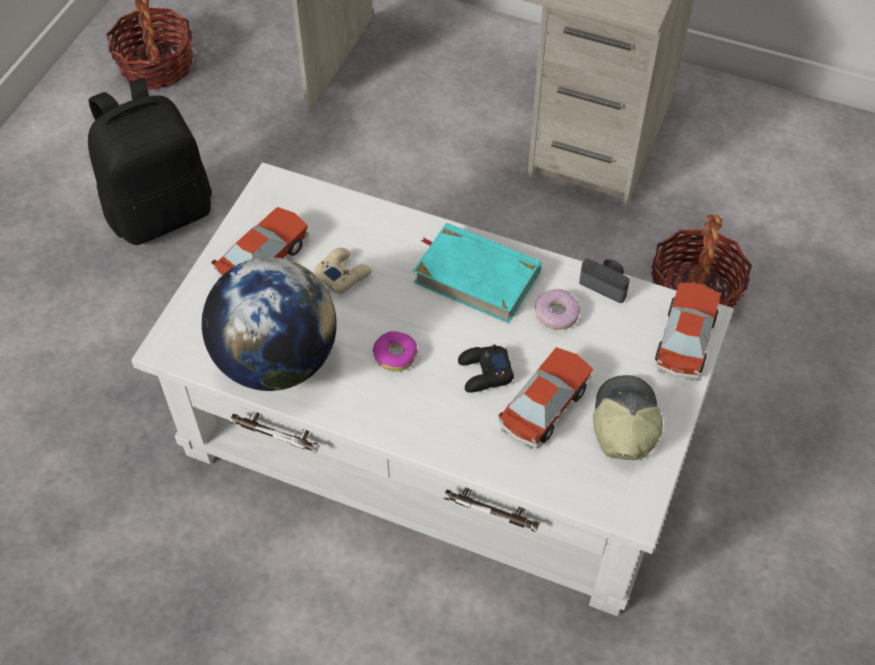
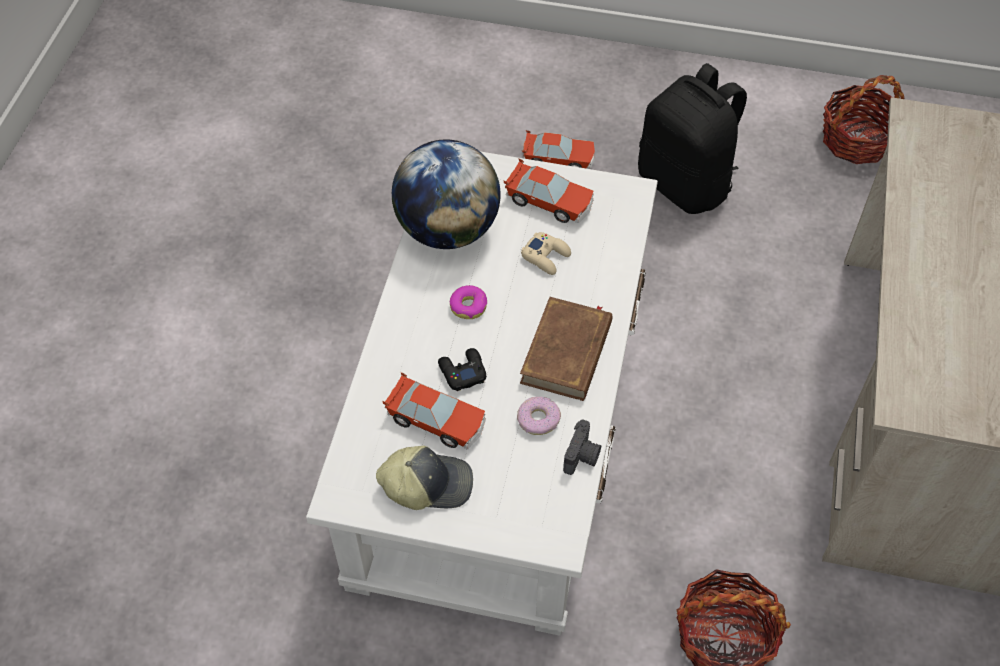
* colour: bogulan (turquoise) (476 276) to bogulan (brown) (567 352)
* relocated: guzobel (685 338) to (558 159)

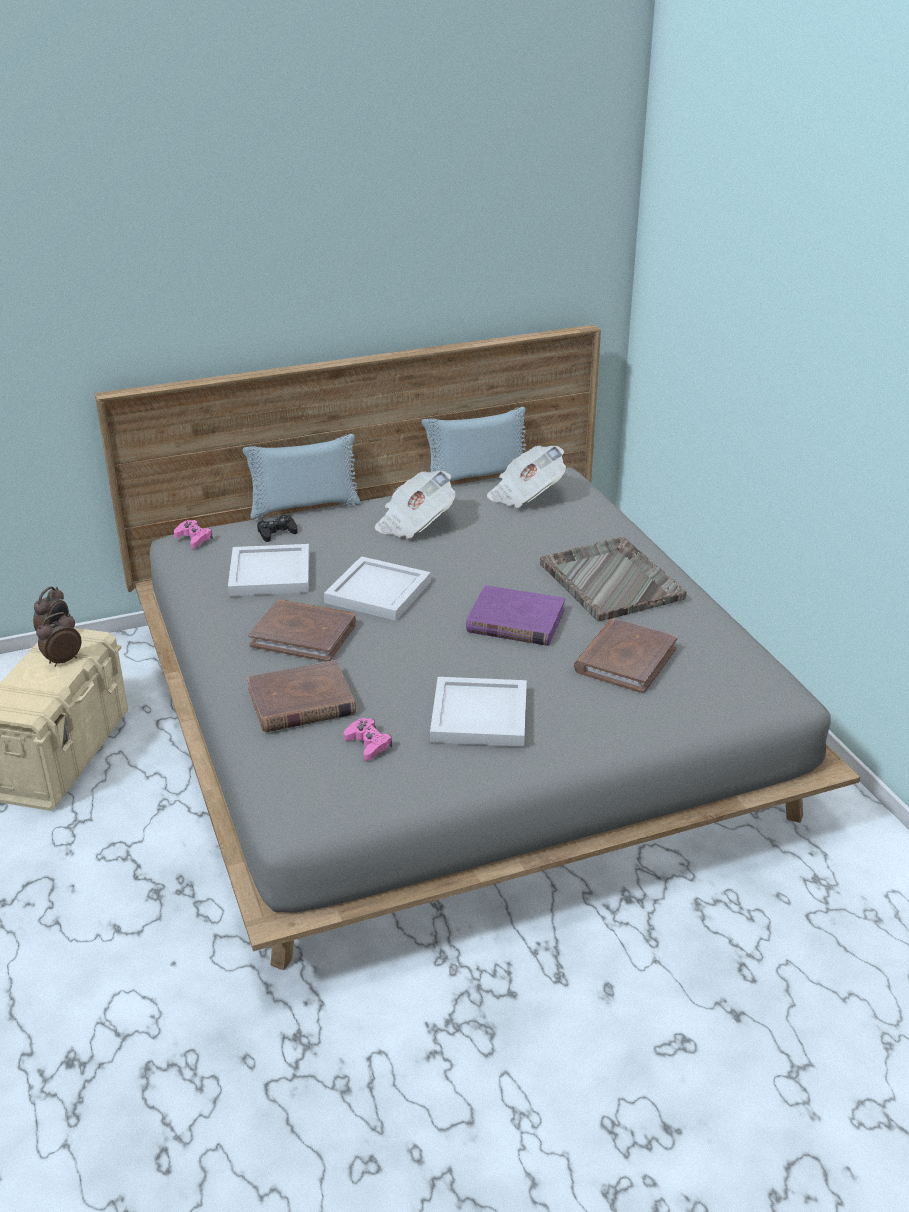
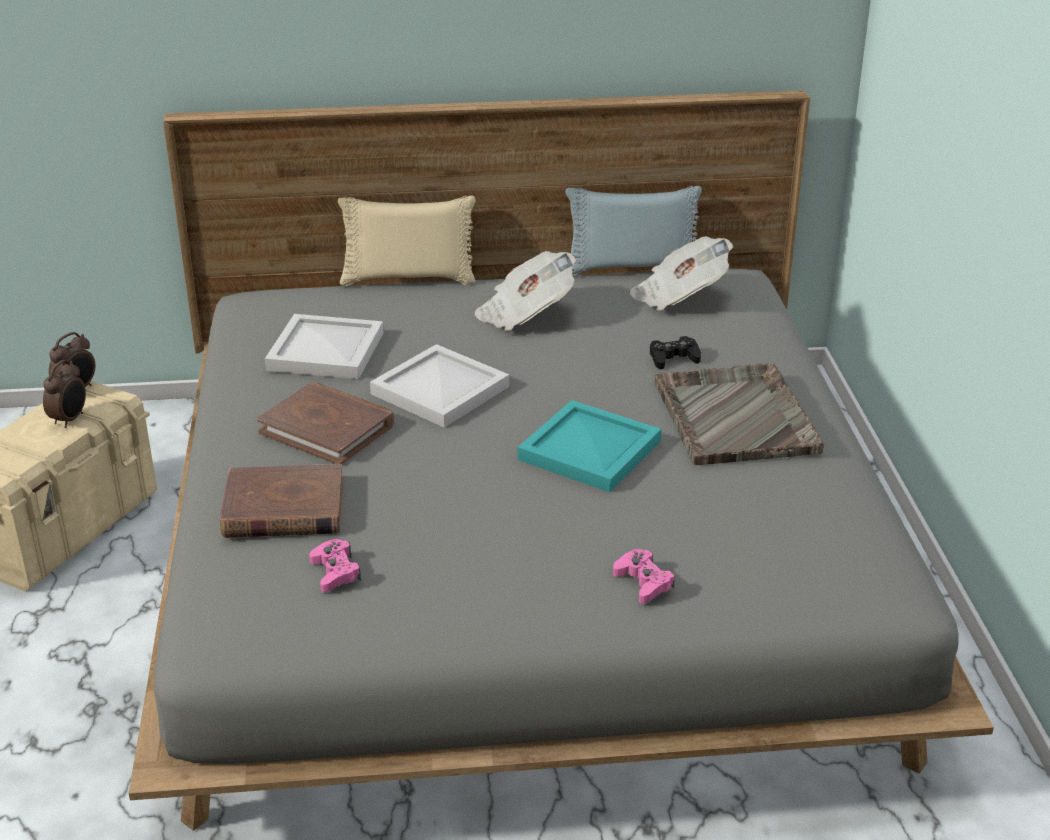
* colour: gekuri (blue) (304 507) to gekuri (beige) (408 279)
* relocated: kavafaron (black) (276 532) to (673 358)
* relocated: kavafaron (pink) (193 538) to (643 582)
* exchanged: bogulan (purple) (515 621) to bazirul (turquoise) (589 449)
* spun: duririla (62 660) = (70 419) 135 degrees clockwise
* missing: bogulan (brown) (625 659)
* missing: bazirul (white) (481 715)

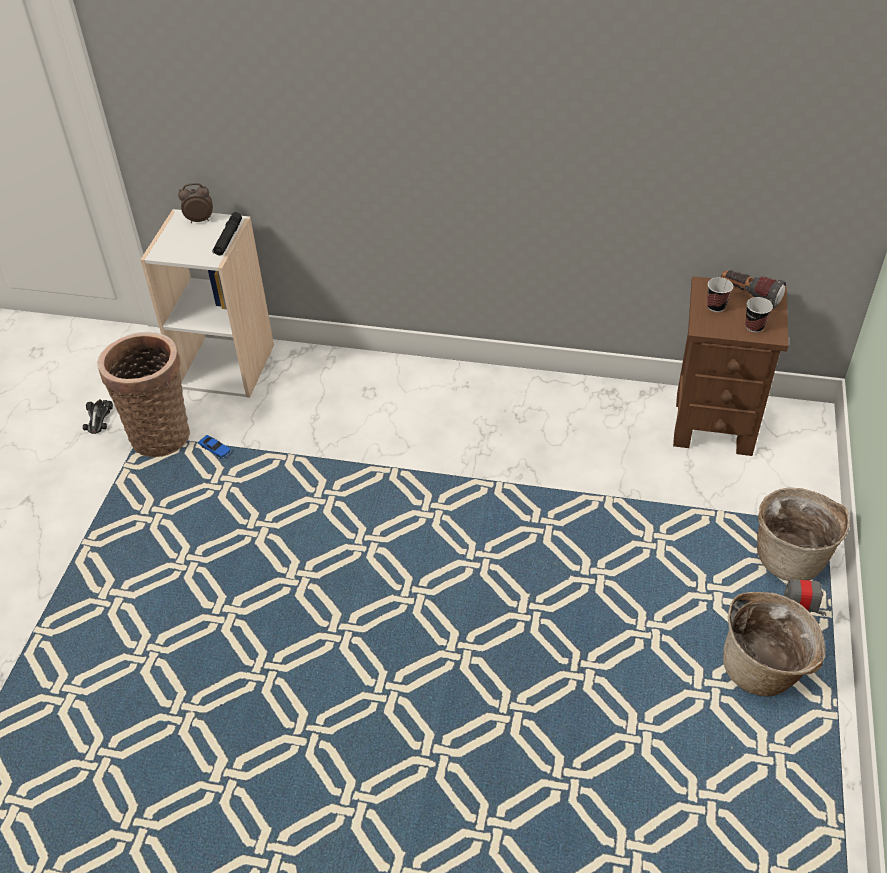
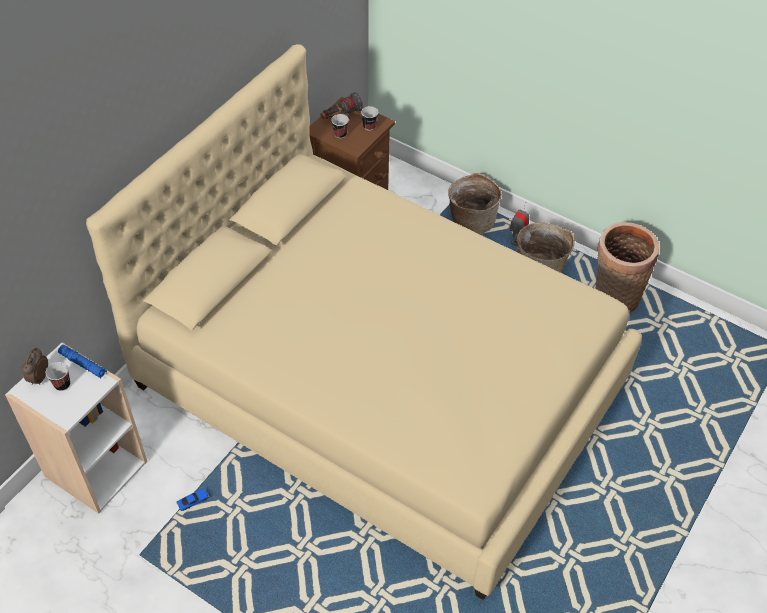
* colour: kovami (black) (228 238) to kovami (blue) (83 364)
* relocated: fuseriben (161 433) to (613 297)
* missing: guzobel (98 418)
* appeared: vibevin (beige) (380 383)
* appeared: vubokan (62 384)

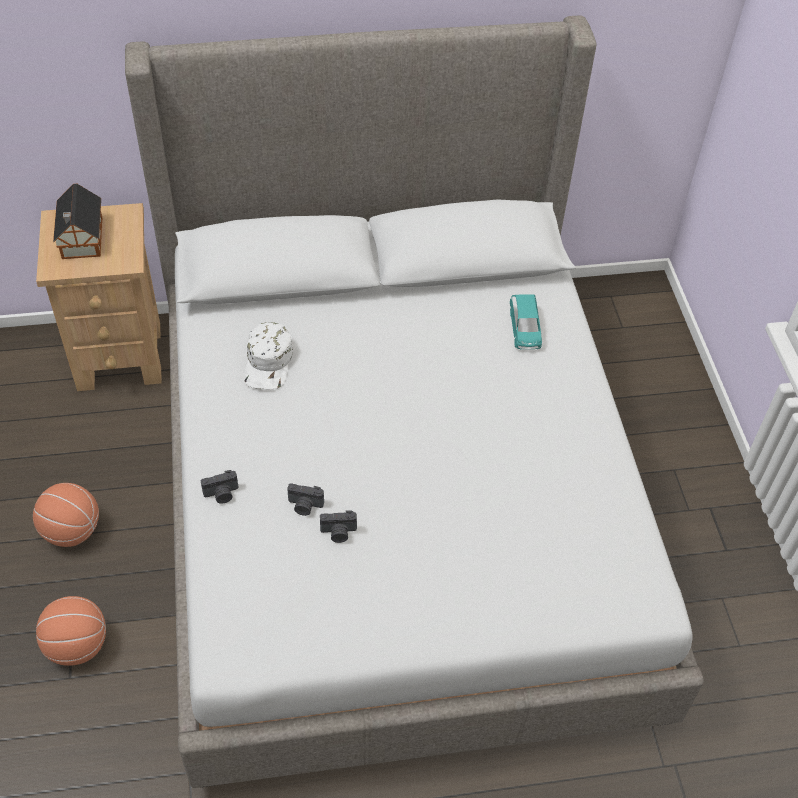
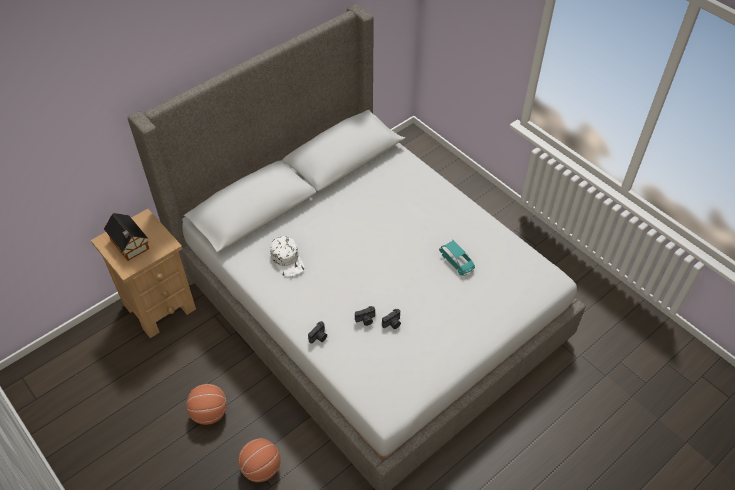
* relocated: guzobel (turquoise) (524 329) to (457 262)

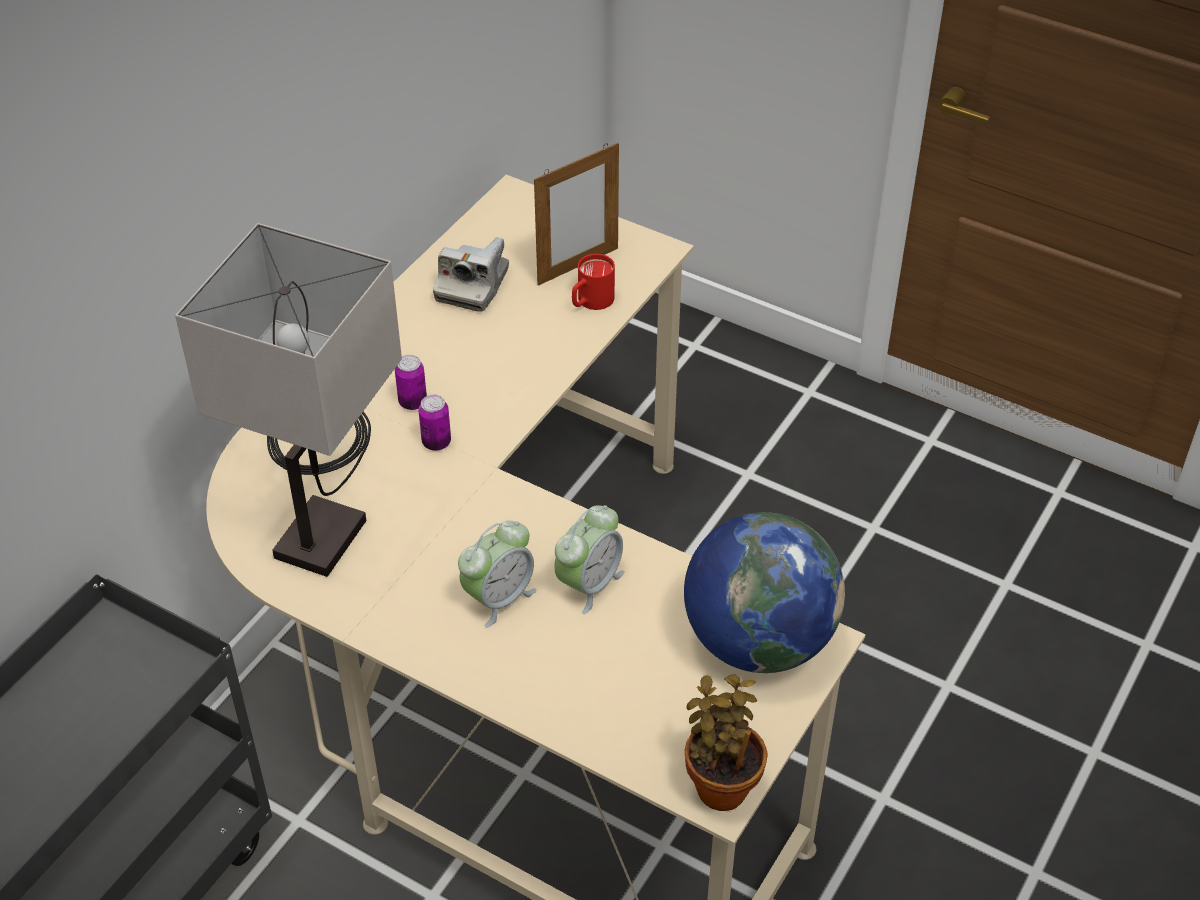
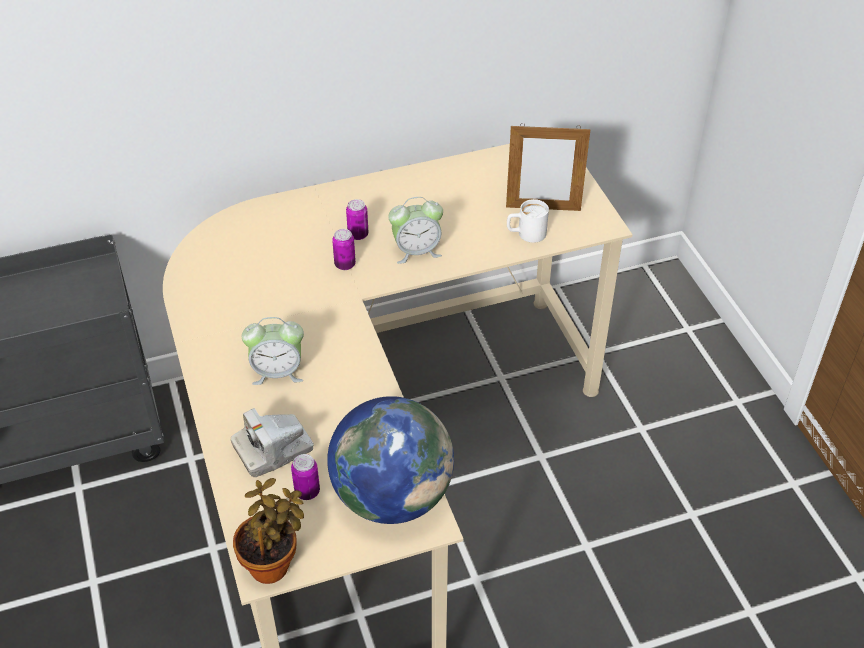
* missing: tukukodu (324 494)
* relocated: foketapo (472 285) to (273 449)
* colour: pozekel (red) (590 302) to pozekel (white) (526 234)
* relocated: duririla (589 584) to (416 251)
* appeared: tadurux (307 491)

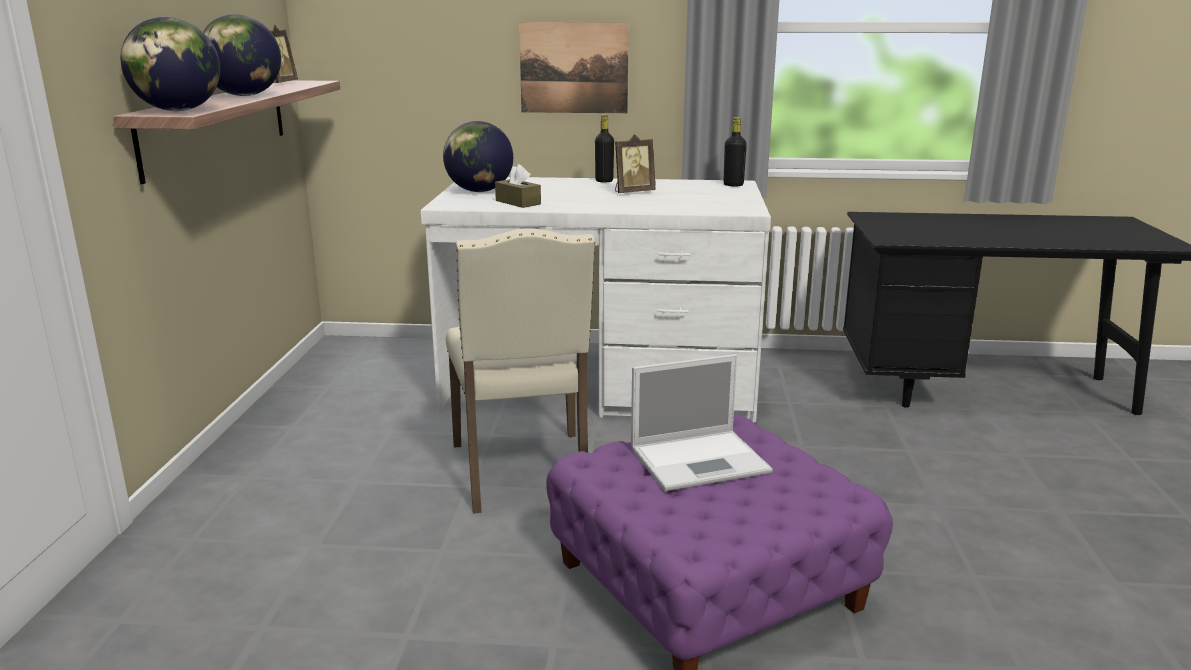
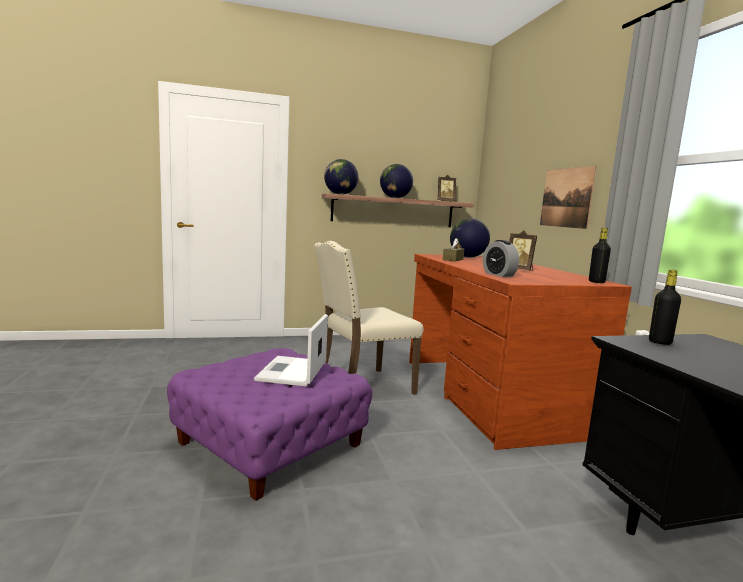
* relocated: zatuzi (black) (604 181) to (660 342)
* colour: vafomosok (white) (601 385) to vafomosok (brown) (489 394)
* spun: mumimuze (701 460) = (292 372) 45 degrees clockwise
* appeared: duririla (498 274)

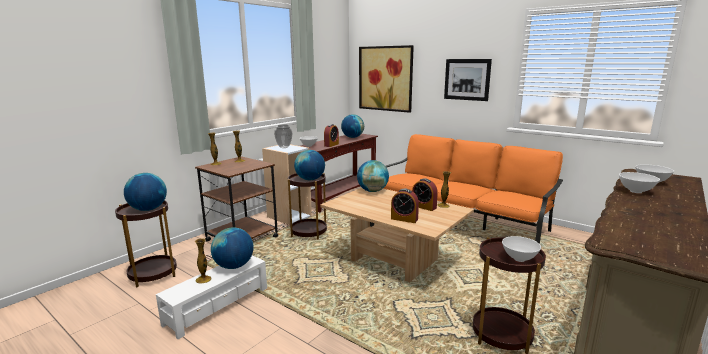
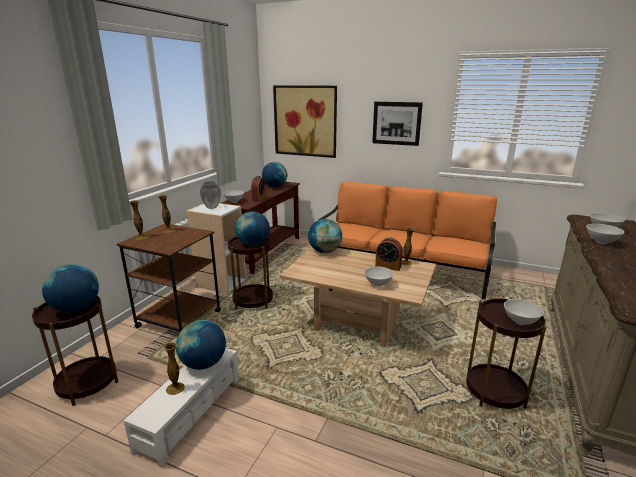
* exchanged: duririla (404 219) to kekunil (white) (378 284)

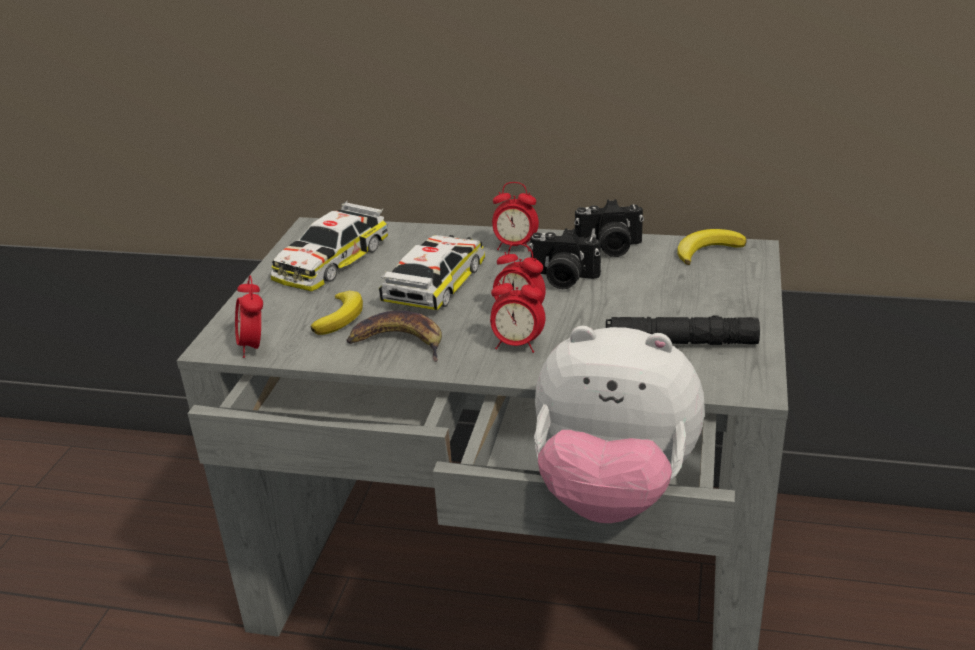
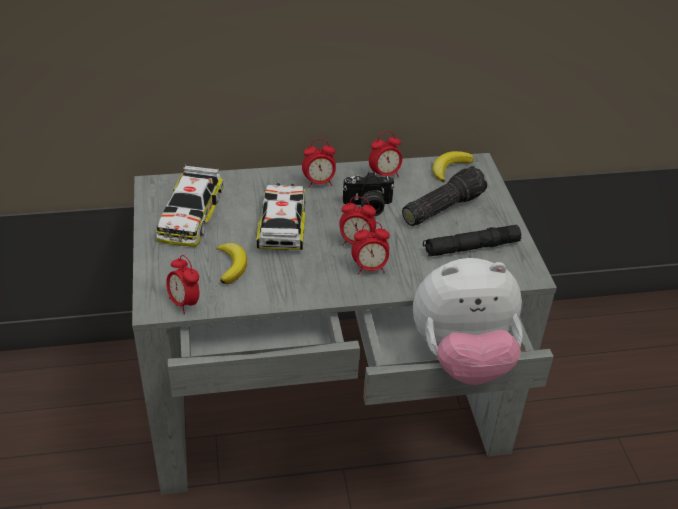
* exchanged: foketapo (609 248) to duririla (384 175)
* missing: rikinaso (399 342)
* appeared: kovami (441 207)

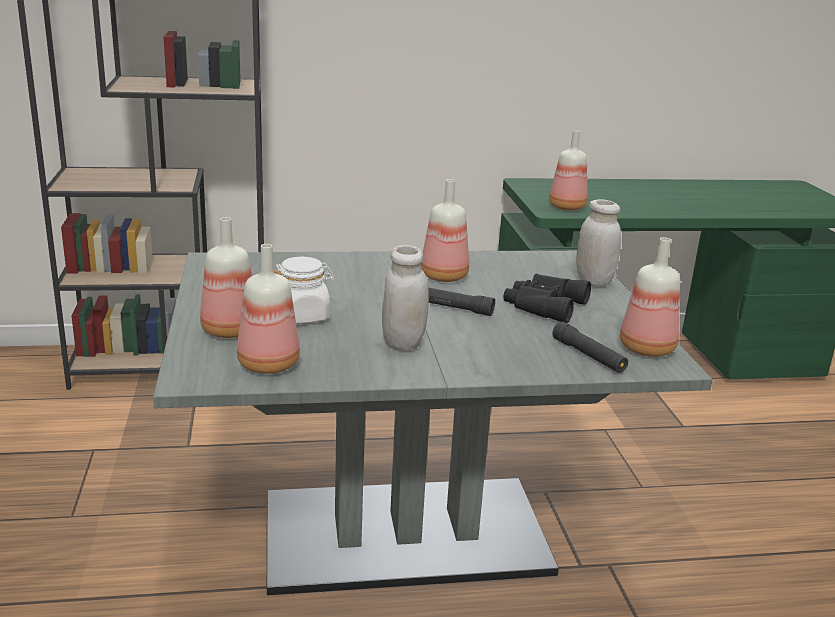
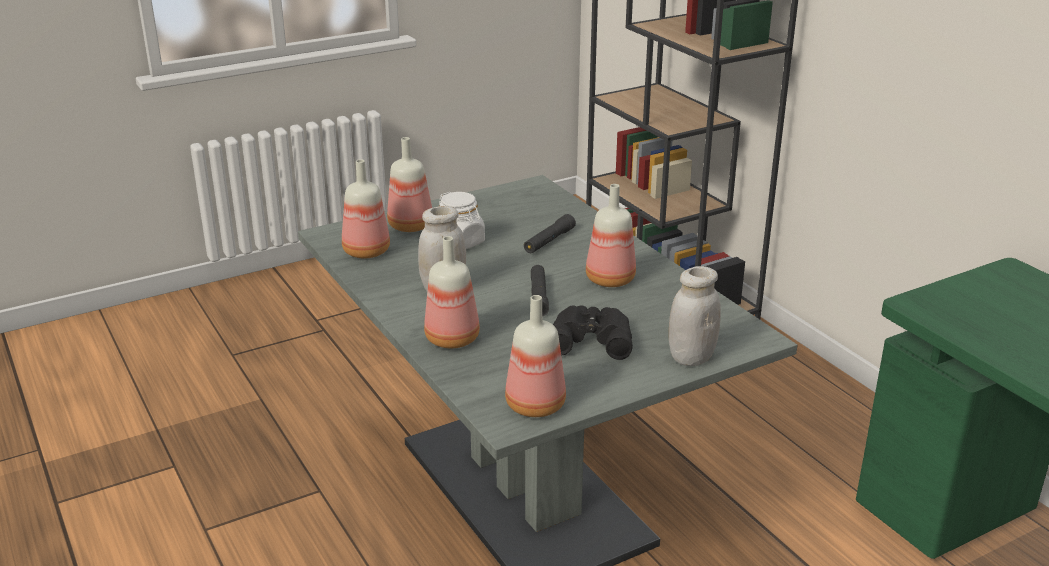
* relocated: zatuzi (566 207) to (453 338)
* relocated: kovami (black) (588 356) to (549 241)

